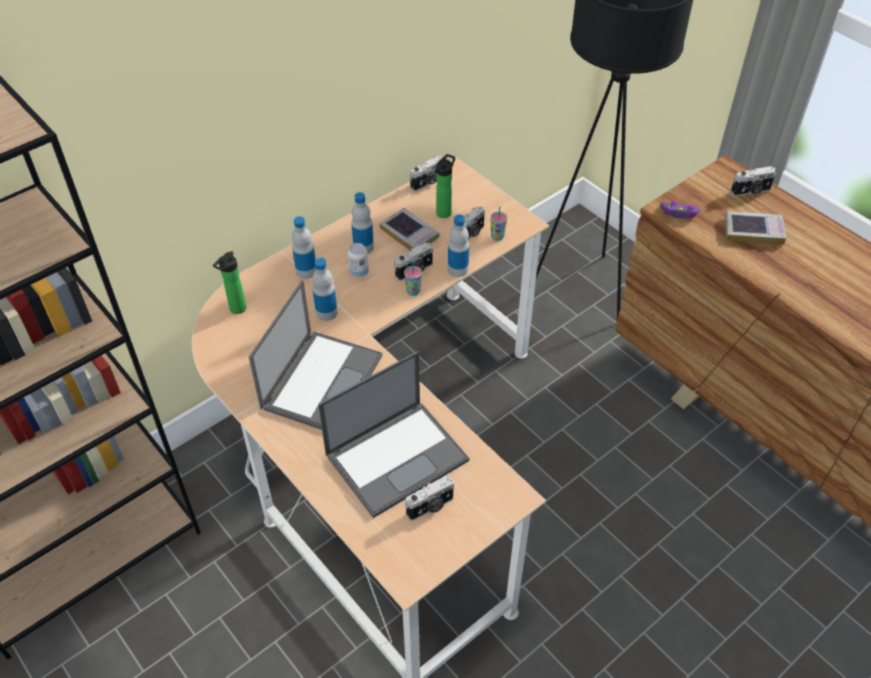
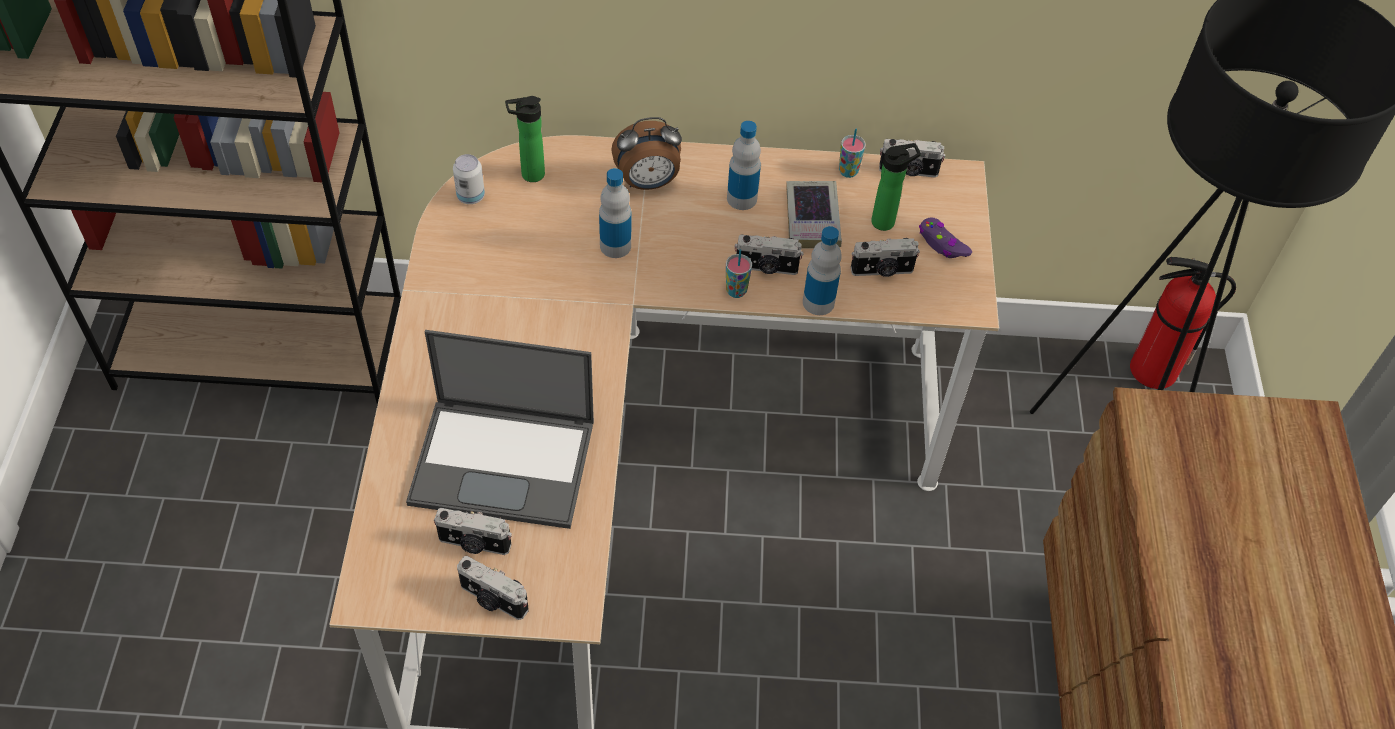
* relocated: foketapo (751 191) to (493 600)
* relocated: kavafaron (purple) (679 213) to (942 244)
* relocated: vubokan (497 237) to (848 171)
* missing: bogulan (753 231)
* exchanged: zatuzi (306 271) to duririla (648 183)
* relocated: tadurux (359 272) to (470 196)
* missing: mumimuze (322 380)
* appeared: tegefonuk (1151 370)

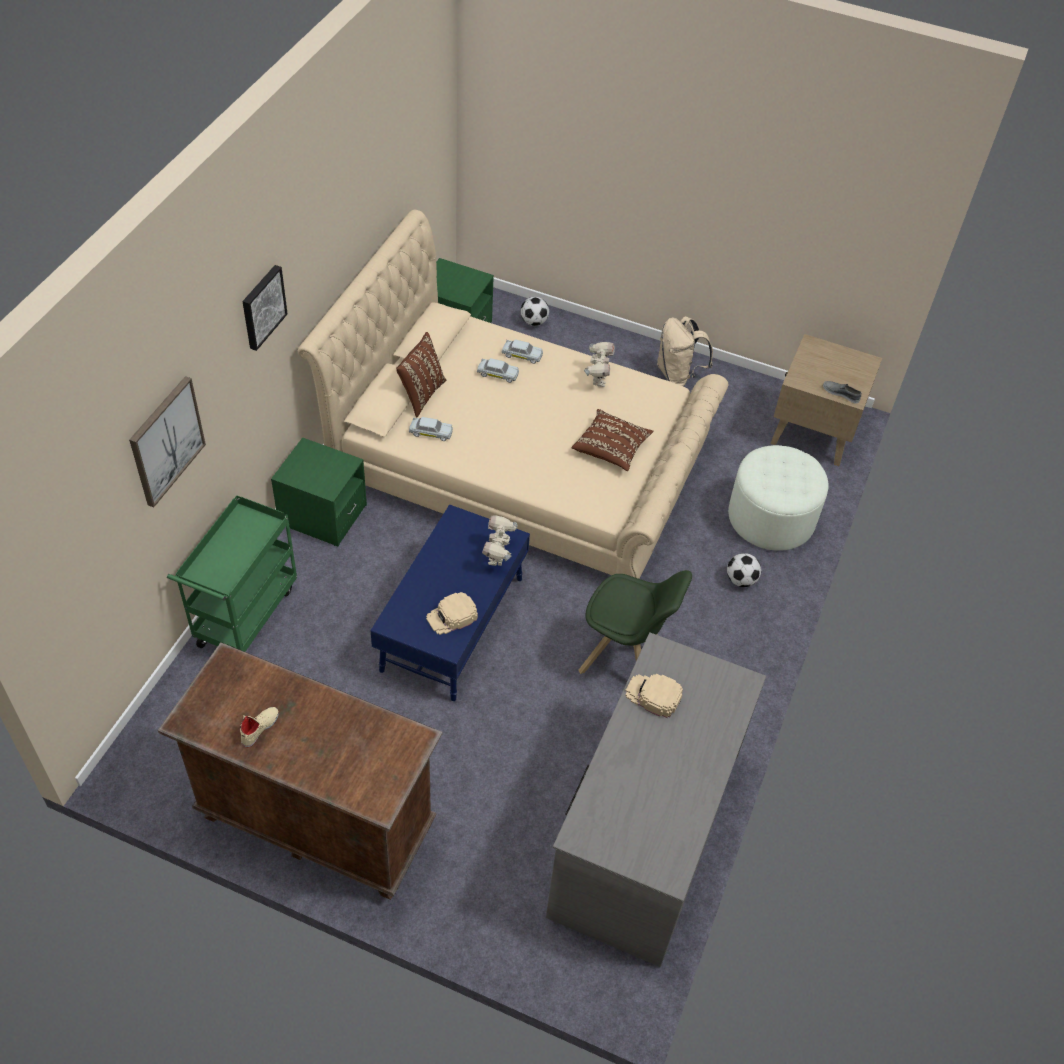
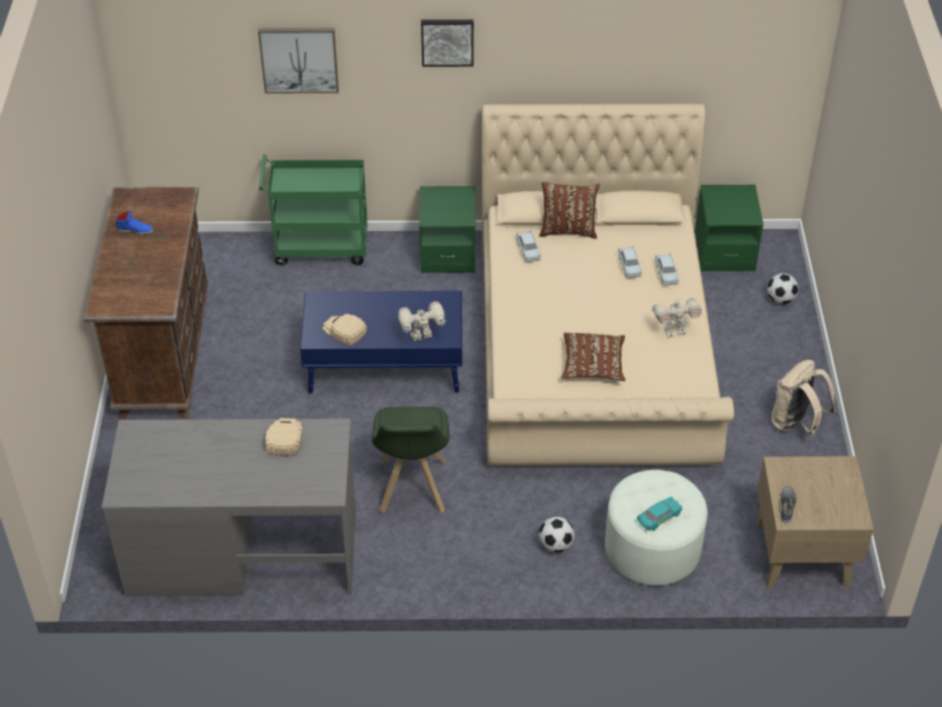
* colour: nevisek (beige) (259 728) to nevisek (blue) (135 230)
* appeared: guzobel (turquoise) (659 517)

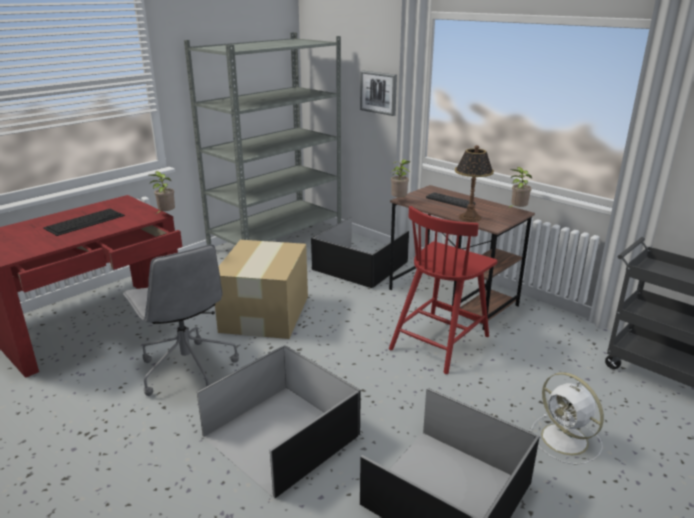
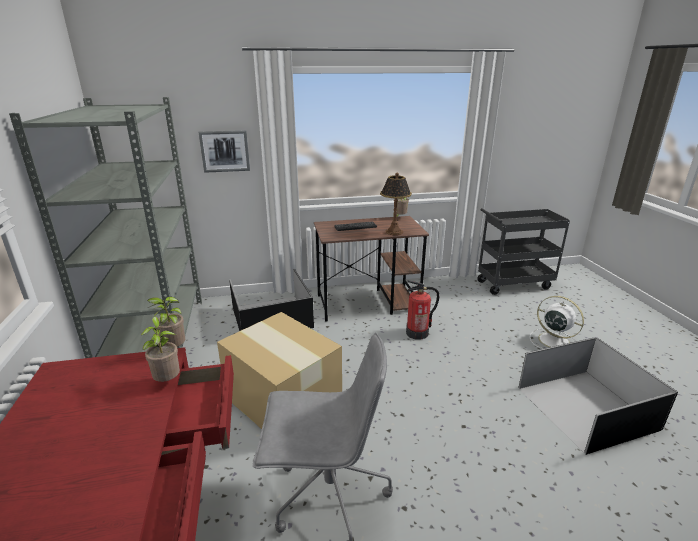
* relocated: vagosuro (399 200) to (168 381)
* exchanged: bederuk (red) (440 341) to tegefonuk (417 333)
* missing: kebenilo (85 221)
* missing: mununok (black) (280 435)
* spun: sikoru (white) (566 440) = (552 340) 135 degrees counterclockwise

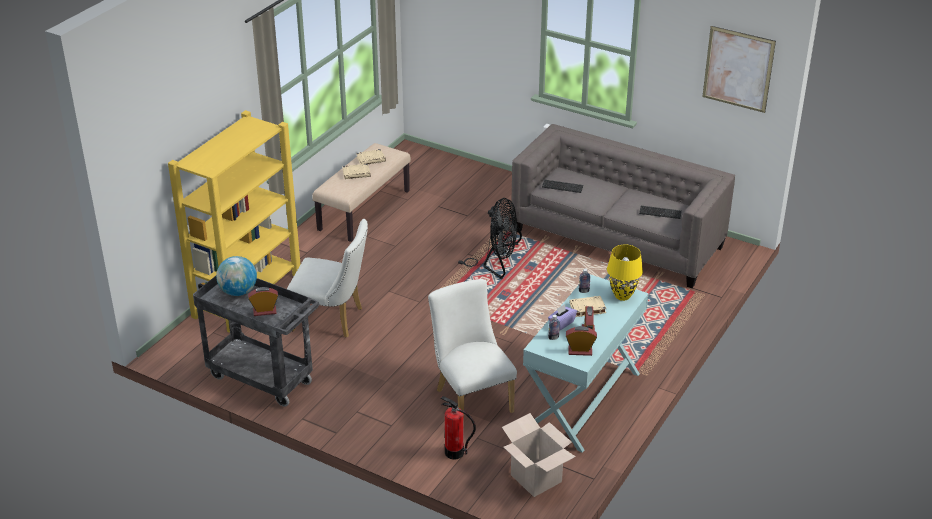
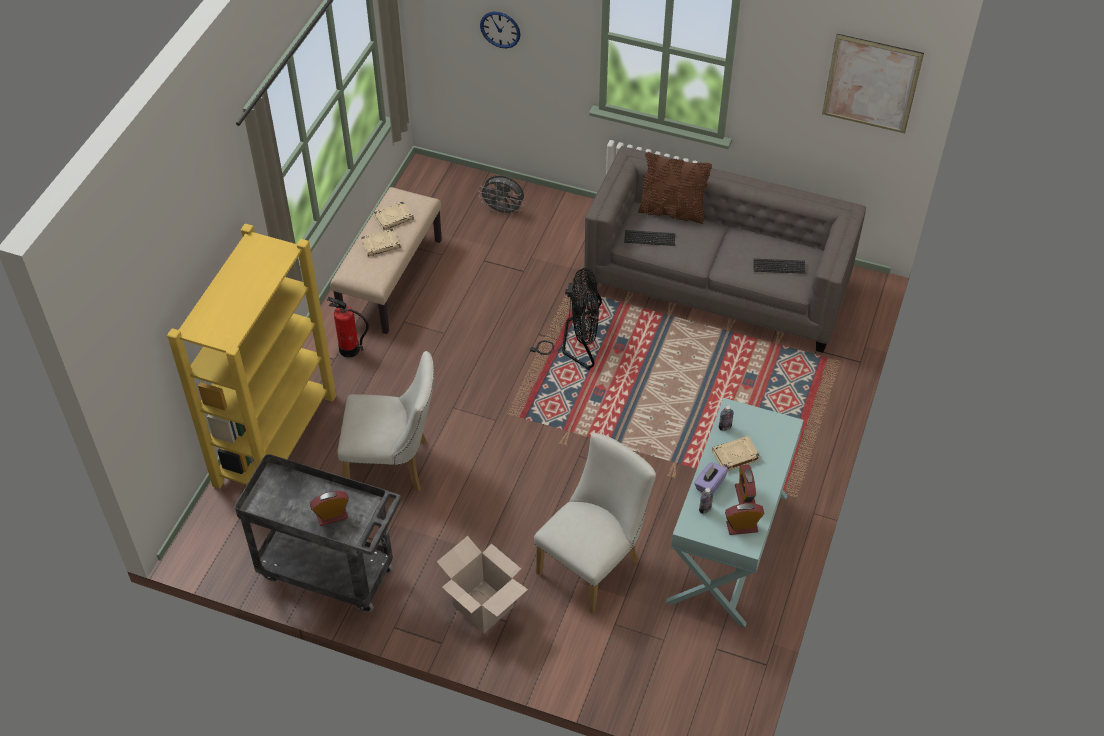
* missing: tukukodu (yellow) (622 296)
* missing: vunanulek (238 292)
* spun: bederuk (white) (471 398) = (594 563) 75 degrees clockwise
* relocated: tegefonuk (454 452) to (349 350)
* relocated: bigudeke (536 478) to (483 606)
* appeared: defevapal (500 29)
* appeared: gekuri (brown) (672 212)
* appeared: sikoru (grey) (503 211)

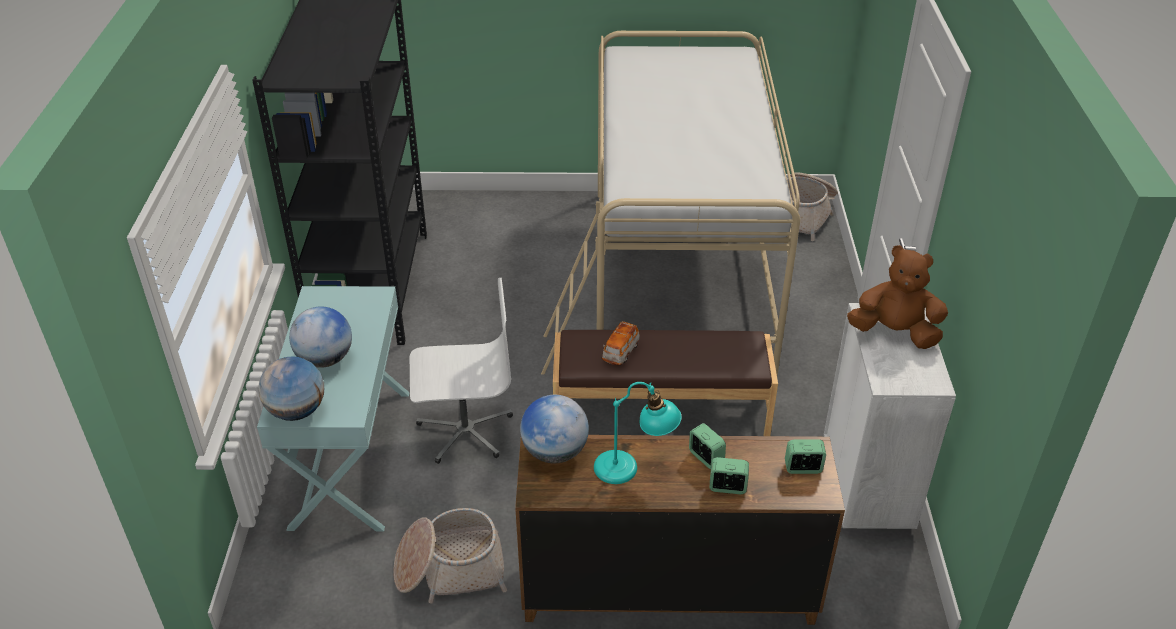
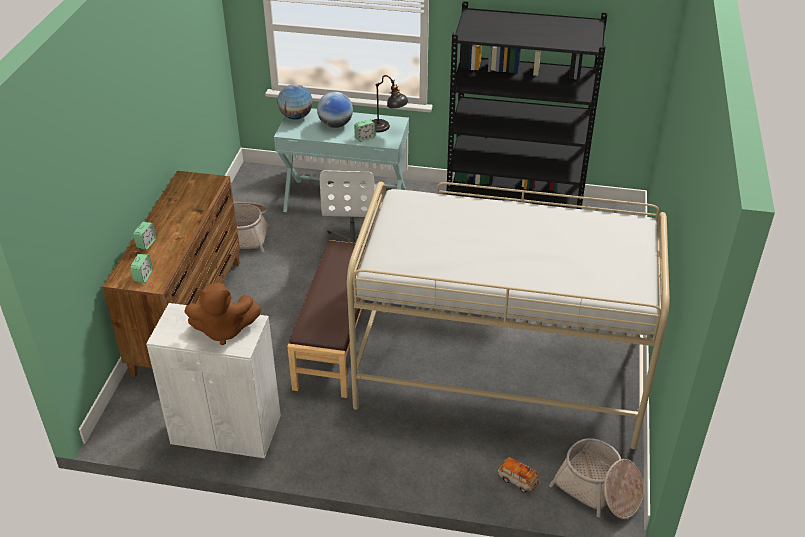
* spun: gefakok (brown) (894 333) = (223 330) 60 degrees clockwise
* relocated: guzobel (620 352) to (517 480)
* missing: tukukodu (turquoise) (634 465)
* missing: vunanulek (555 452)
* relocated: duririla (705 457) to (365 138)
* appeared: tukukodu (grey) (387 128)

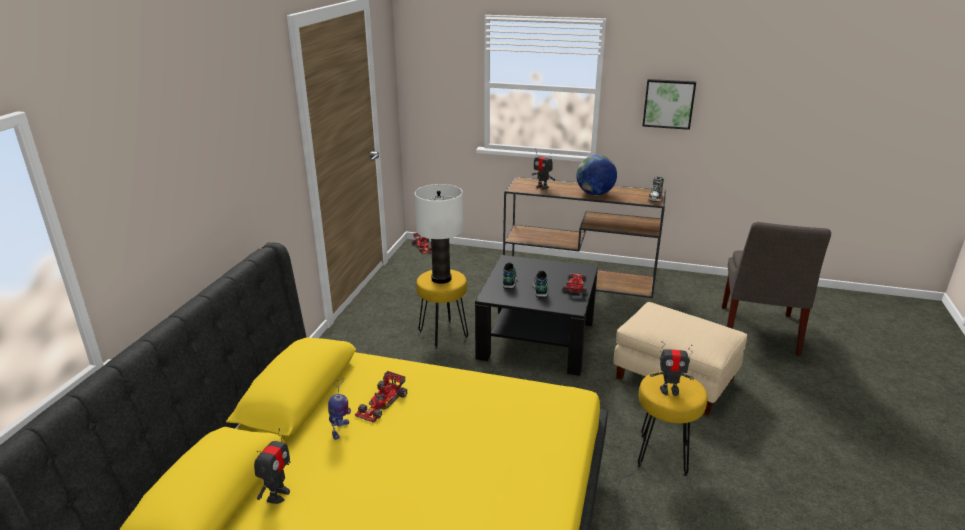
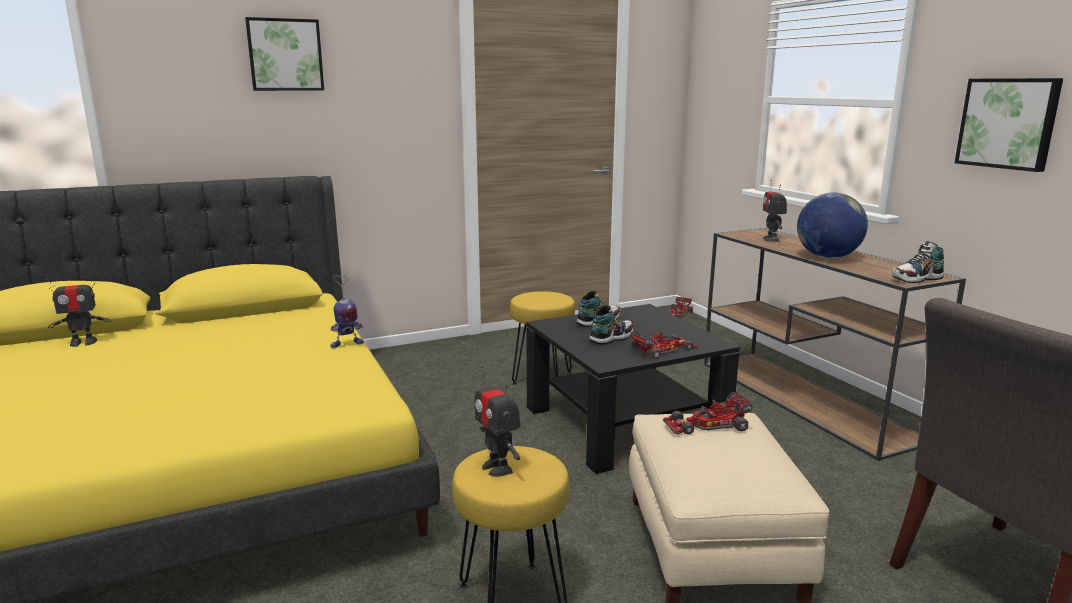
* missing: tukukodu (white) (441 278)
* relocated: guzobel (381 403) to (706 424)
* relocated: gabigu (340 430) to (346 344)
* appeared: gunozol (285 55)

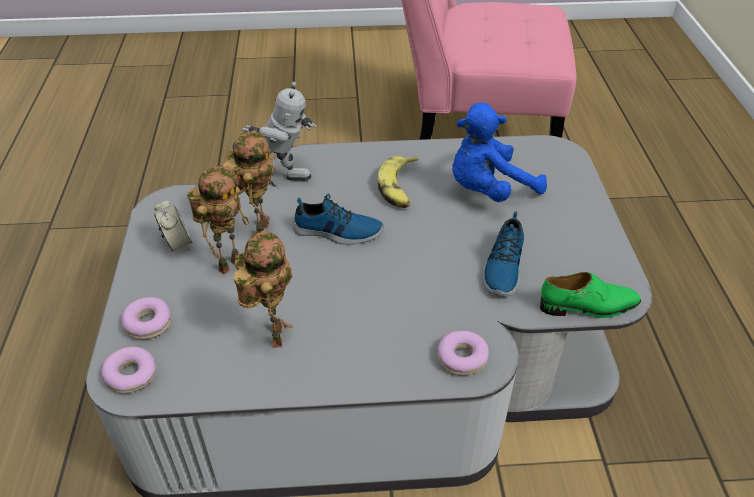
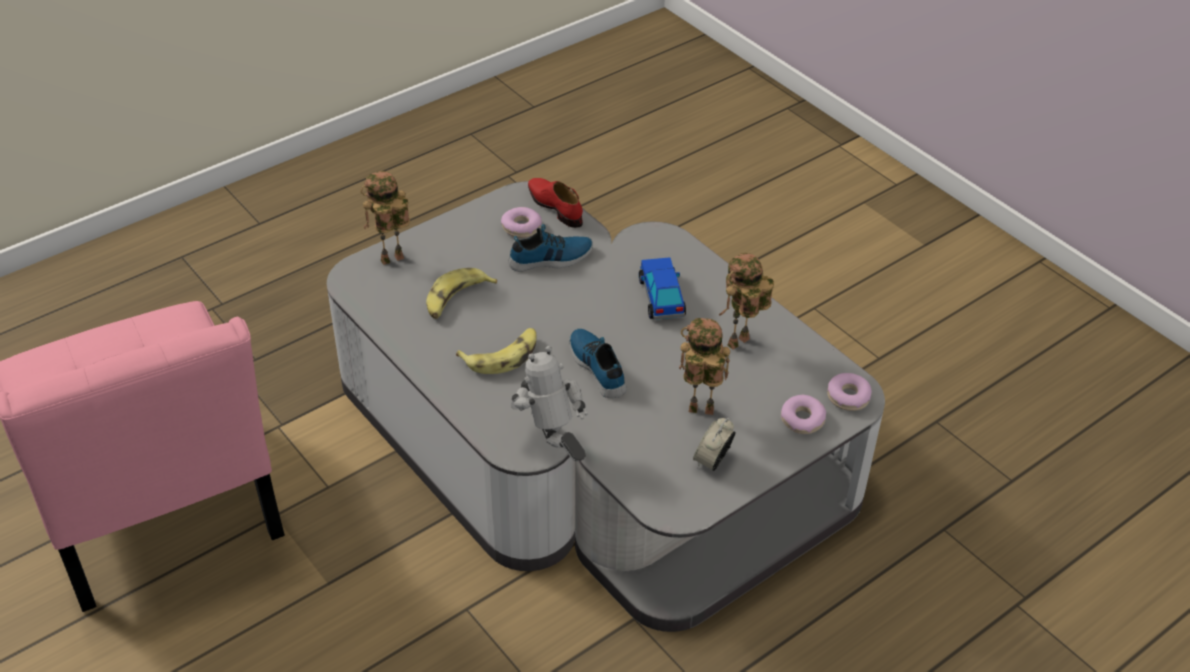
* exchanged: gefakok (blue) (488 190) to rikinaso (456 300)
* relocated: gabigu (259 229) to (391 261)
* colour: nevisek (green) (588 306) to nevisek (red) (555 206)
* relocated: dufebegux (462 358) to (521 228)
* appeared: guzobel (661 297)

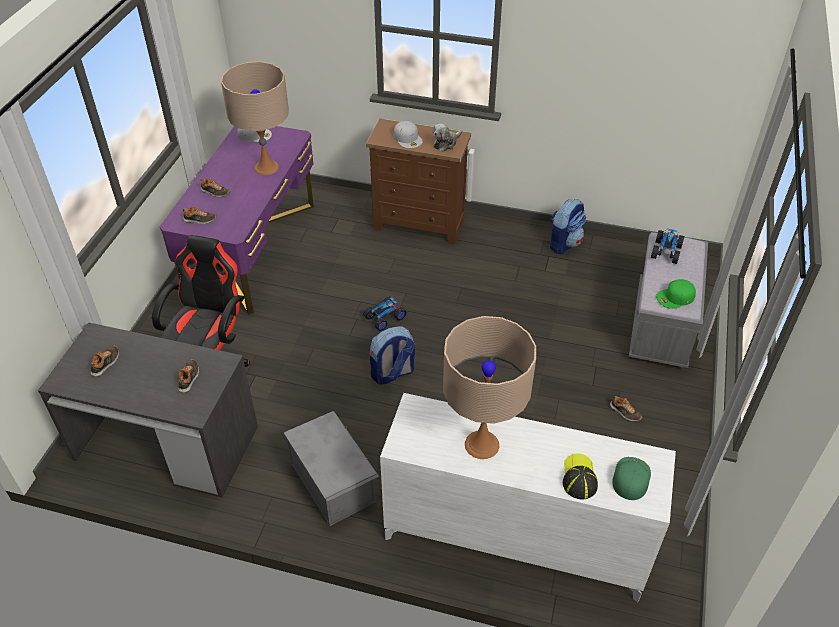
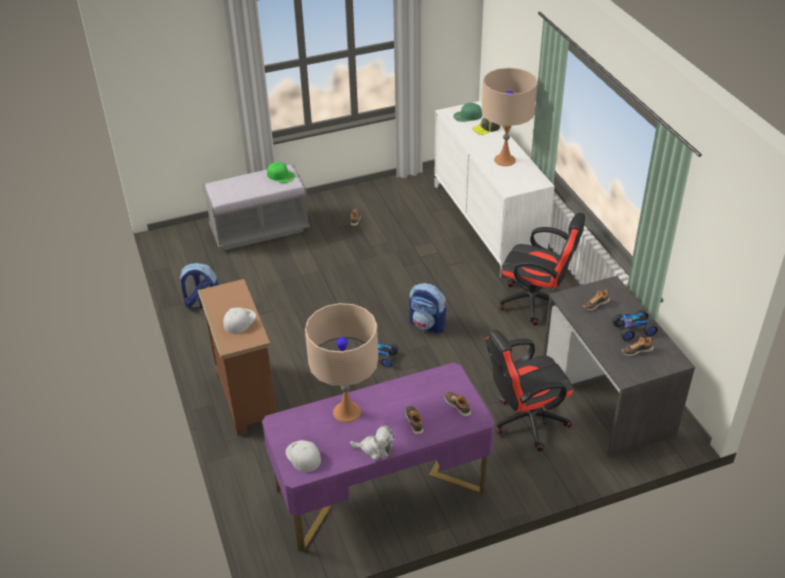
* relocated: gefakok (446 143) to (375 449)
* relocated: guzobel (665 251) to (633 330)
* exchanged: mununok (grey) (333 481) to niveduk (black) (536 304)

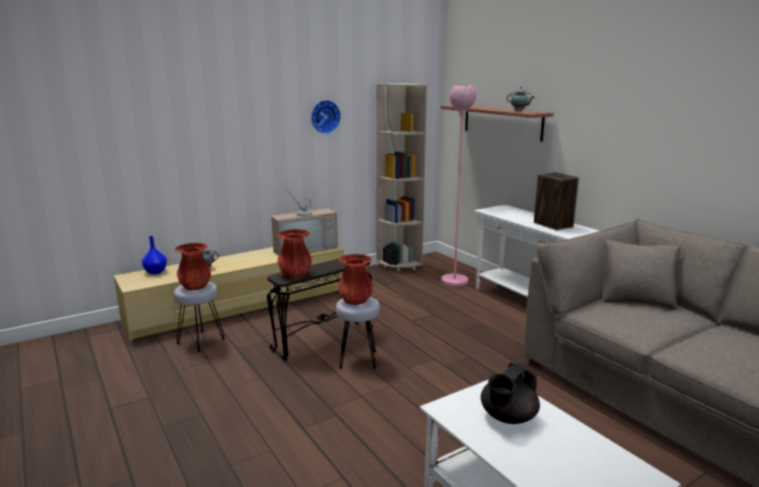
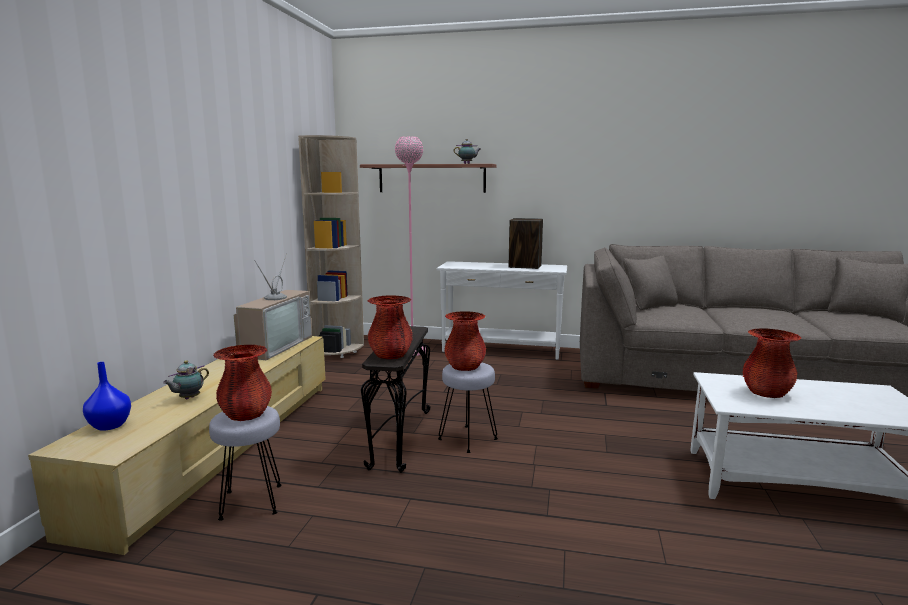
* missing: defevapal (324 116)
* exchanged: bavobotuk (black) (507 417) to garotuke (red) (766 393)

